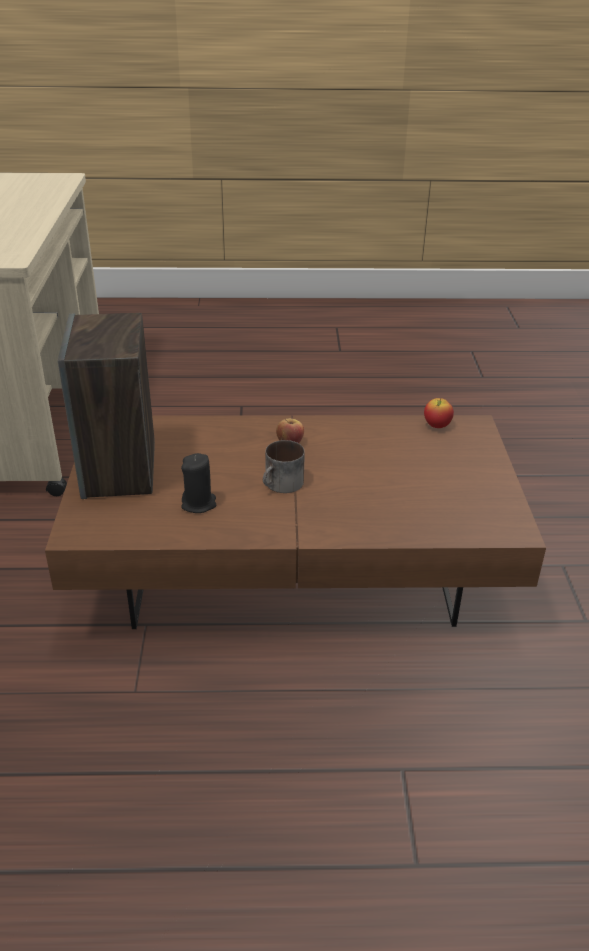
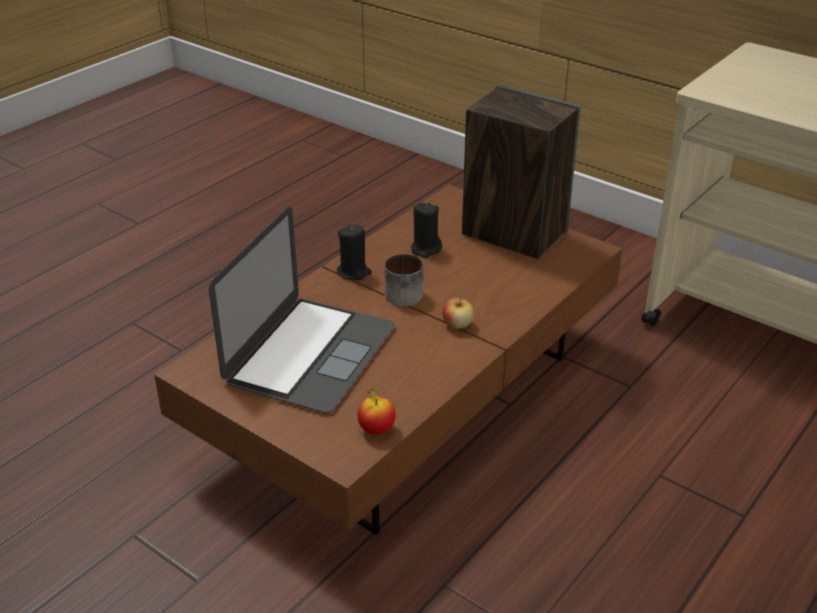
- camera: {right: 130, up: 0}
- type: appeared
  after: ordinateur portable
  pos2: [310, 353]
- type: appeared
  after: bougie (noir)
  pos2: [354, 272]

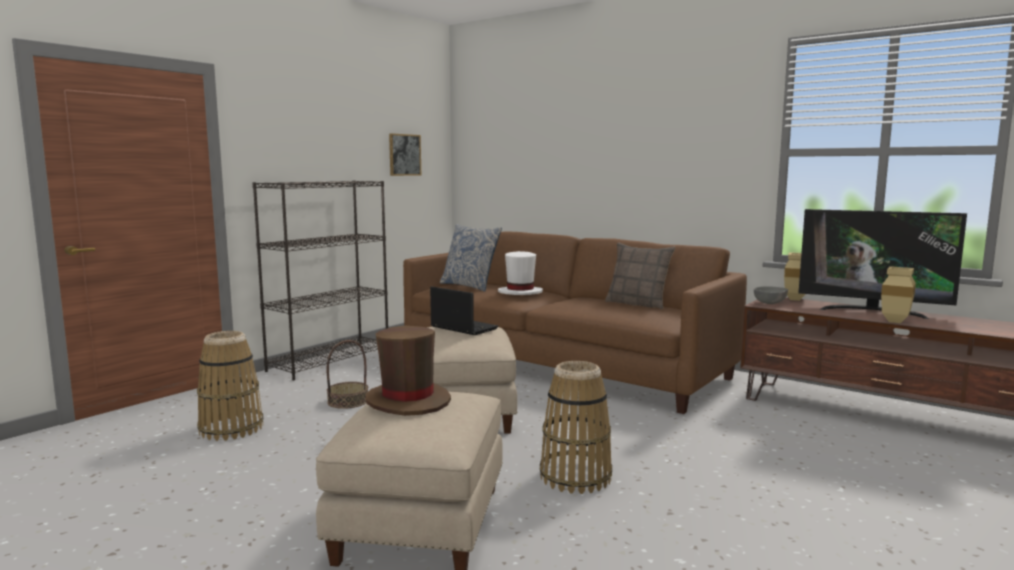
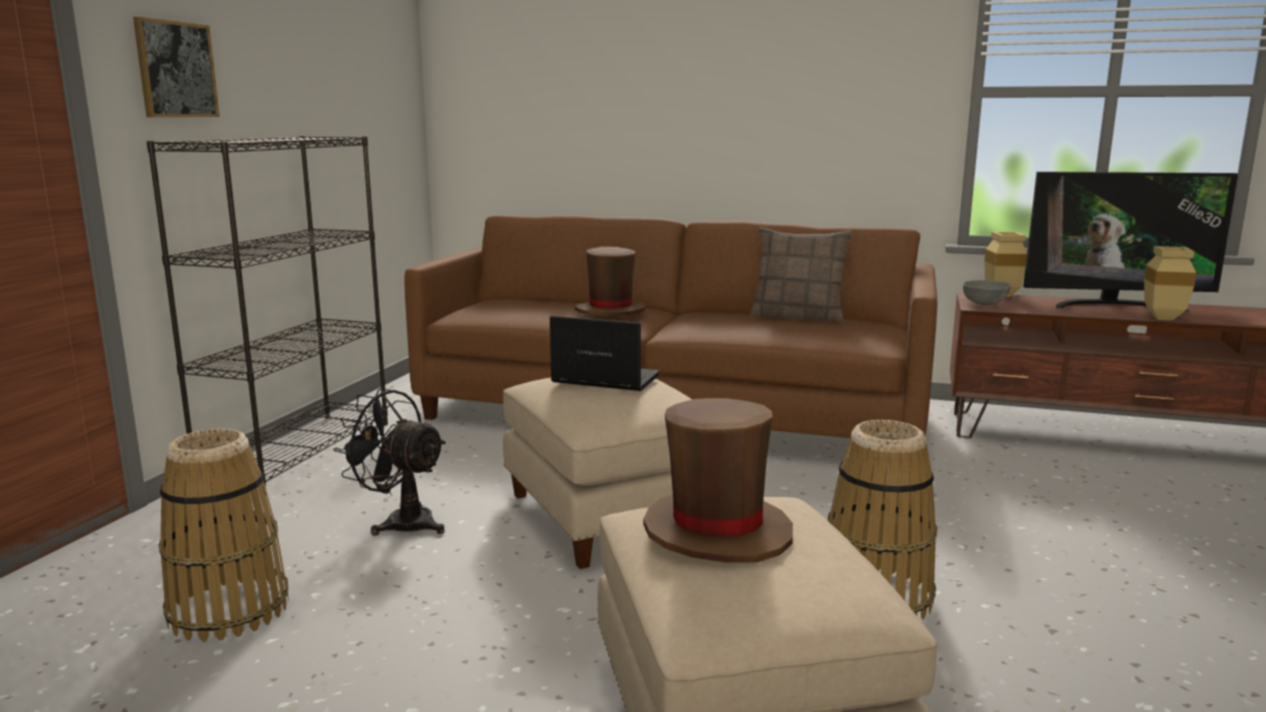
- camera: {right: -20, up: 5}
- type: exchanged
  before: panier
  after: ventilateur (noir)
  pos1: [348, 401]
  pos2: [401, 522]
- type: relocated
  before: tableau
  pos1: [404, 155]
  pos2: [176, 69]
- type: missing
  before: coussin
  pos1: [470, 286]
- type: colour
  before: chapeau (blanc)
  after: chapeau (marron)
  pos1: [520, 292]
  pos2: [610, 311]

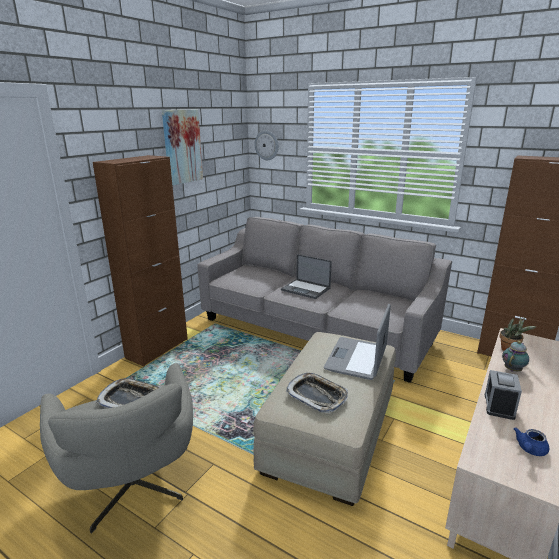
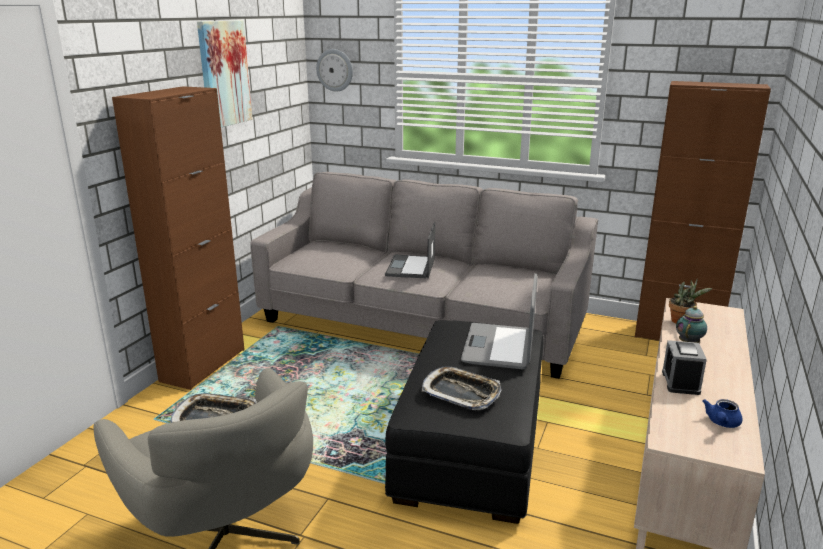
- camera: {right: -10, up: 0}
- type: colour
  before: pouf (beige)
  after: pouf (noir)
  pos1: [331, 430]
  pos2: [472, 443]
- type: spun
  before: ordinateur portable
  pos1: [306, 289]
  pos2: [411, 267]
  turn: 75

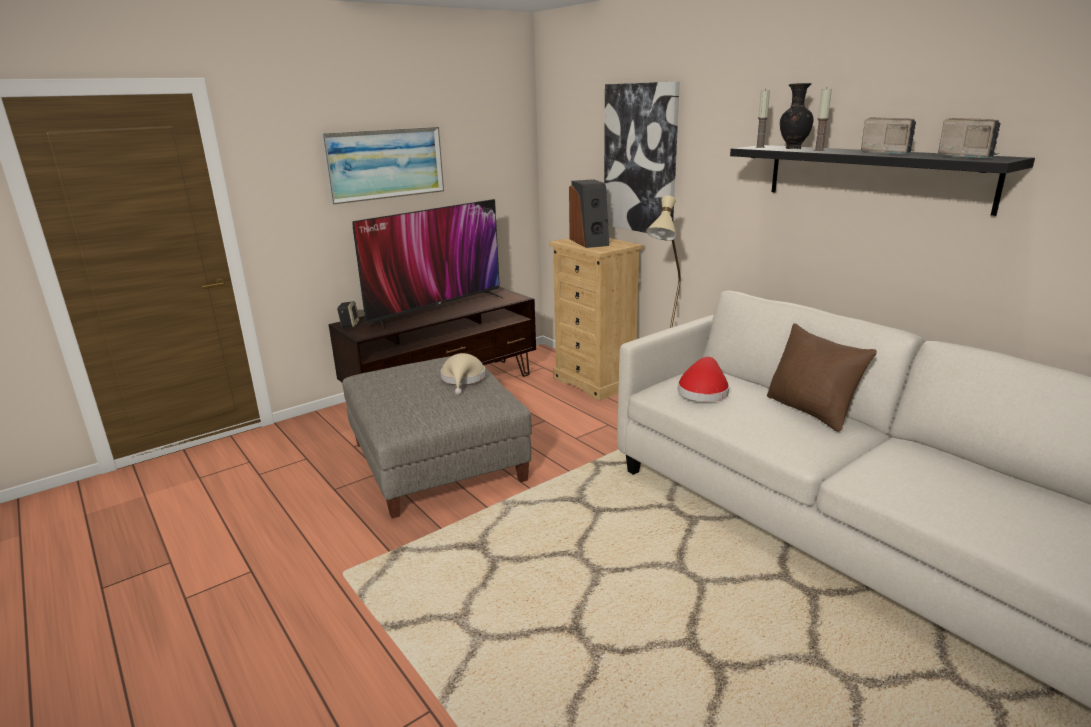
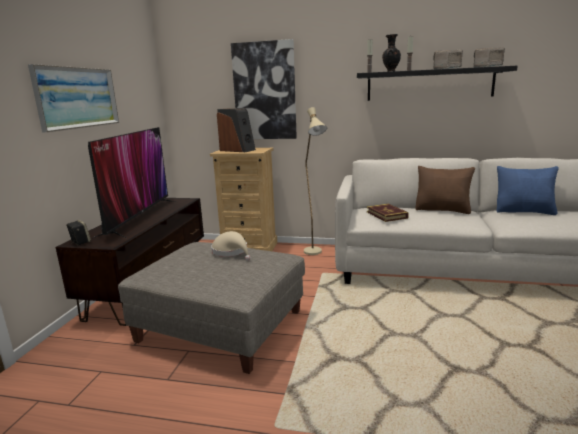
- camera: {right: -40, up: -5}
- type: exchanged
  before: chapeau (rouge)
  after: livre
  pos1: [703, 391]
  pos2: [386, 215]
- type: appeared
  after: coussin (bleu)
  pos2: [524, 211]

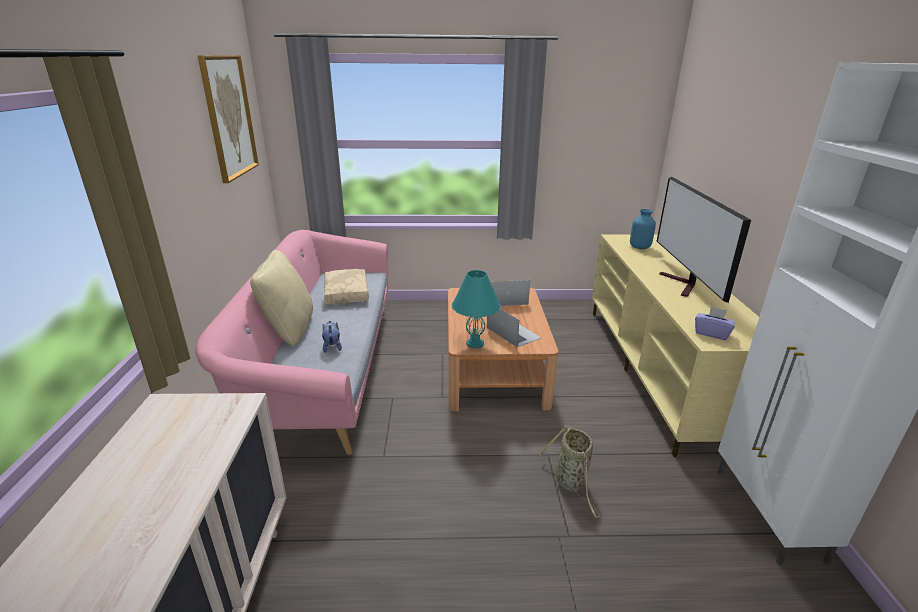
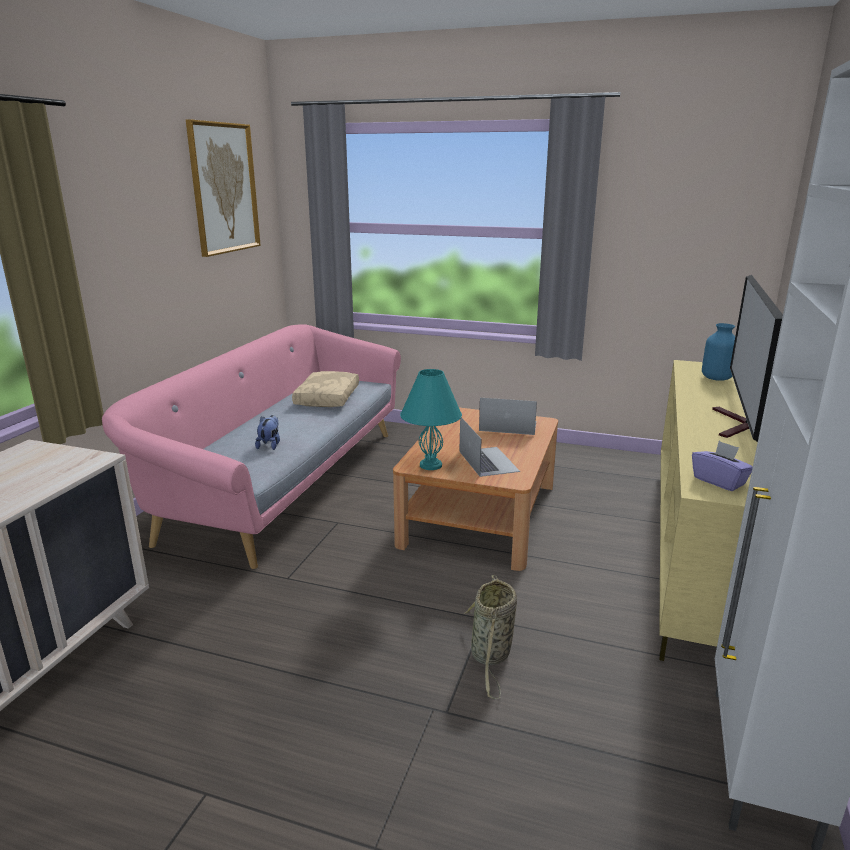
- camera: {right: 20, up: -5}
- type: missing
  before: coussin (beige)
  pos1: [289, 329]

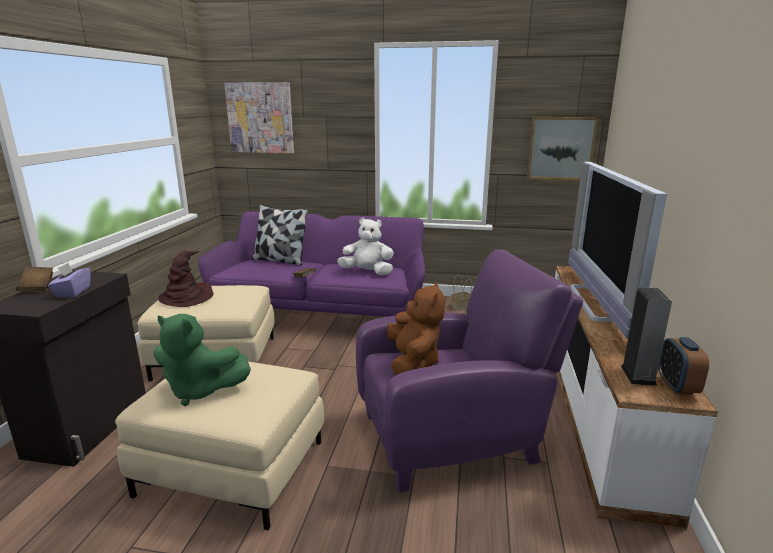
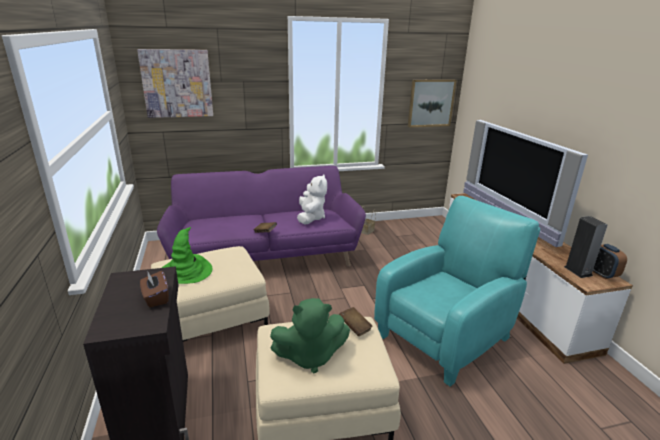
- camera: {right: -25, up: 5}
- type: relocated
  before: livre (marron)
  pos1: [38, 288]
  pos2: [355, 328]
- type: colour
  before: boîte à mouchoirs (violet)
  after: boîte à mouchoirs (marron)
  pos1: [72, 292]
  pos2: [156, 298]
- type: colour
  before: chapeau (marron)
  after: chapeau (vert)
  pos1: [187, 297]
  pos2: [186, 271]
- type: missing
  before: coussin
  pos1: [280, 260]
- type: spun
  before: peluche (blanc)
  pos1: [367, 272]
  pos2: [311, 218]
  turn: 105
- type: colour
  before: fauteuil (violet)
  after: fauteuil (turquoise)
  pos1: [454, 436]
  pos2: [447, 335]
- type: missing
  before: peluche (marron)
  pos1: [413, 363]

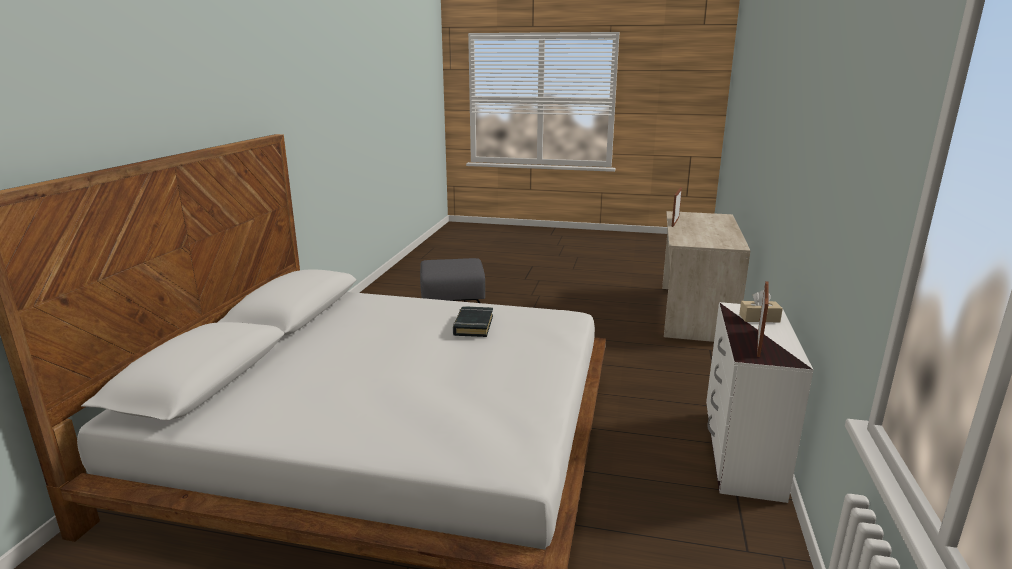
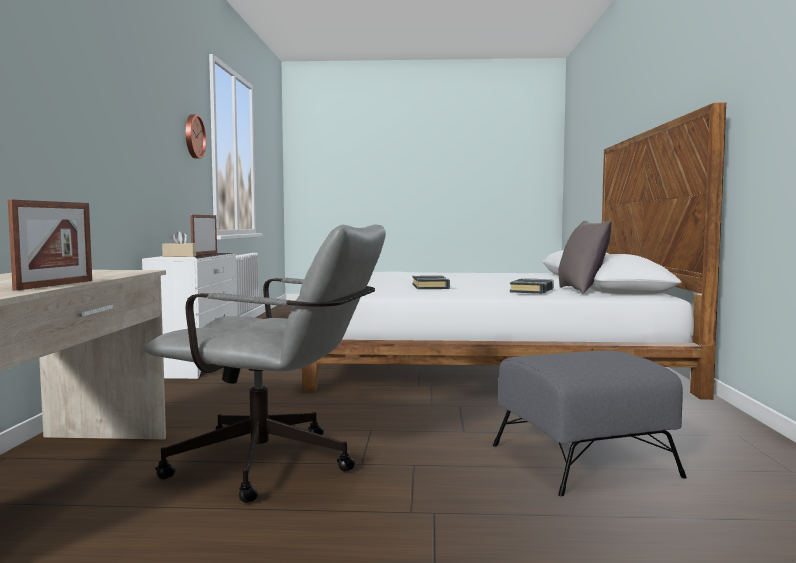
- camera: {right: 170, up: -15}
- type: appeared
  after: chaise de bureau (gris)
  pos2: [277, 466]
- type: appeared
  after: horloge murale
  pos2: [193, 136]
- type: appeared
  after: livre (noir)
  pos2: [532, 290]
- type: appeared
  after: coussin (gris)
  pos2: [582, 291]

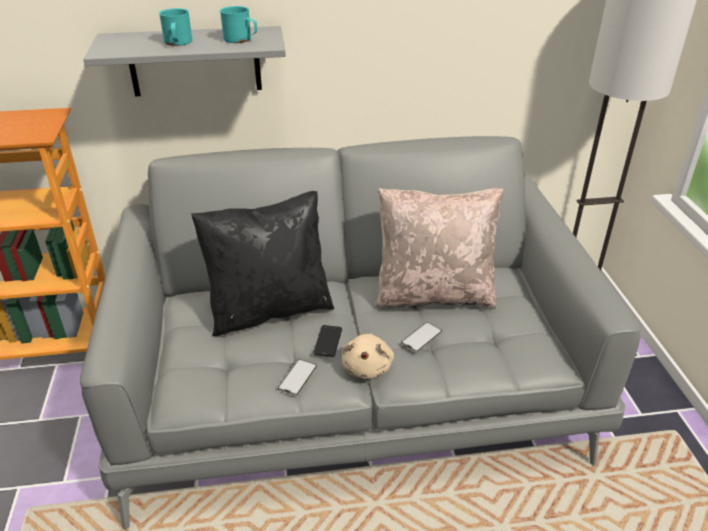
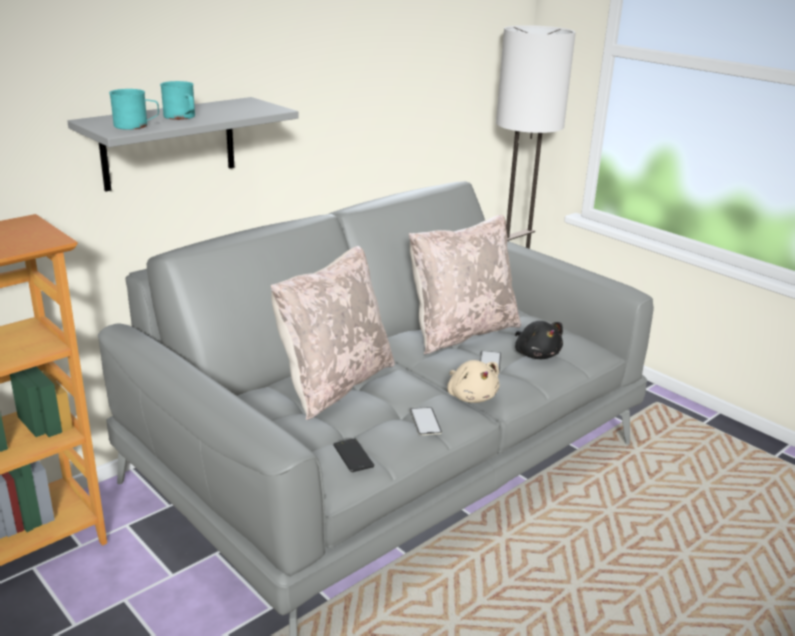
- camera: {right: -35, up: -10}
- type: colour
  before: coussin (noir)
  after: coussin (beige)
  pos1: [269, 309]
  pos2: [334, 384]
- type: relocated
  before: mug (turquoise)
  pos1: [241, 39]
  pos2: [136, 126]
- type: relocated
  before: téléphone
  pos1: [328, 341]
  pos2: [353, 456]
- type: appeared
  after: peluche (noir)
  pos2: [536, 354]

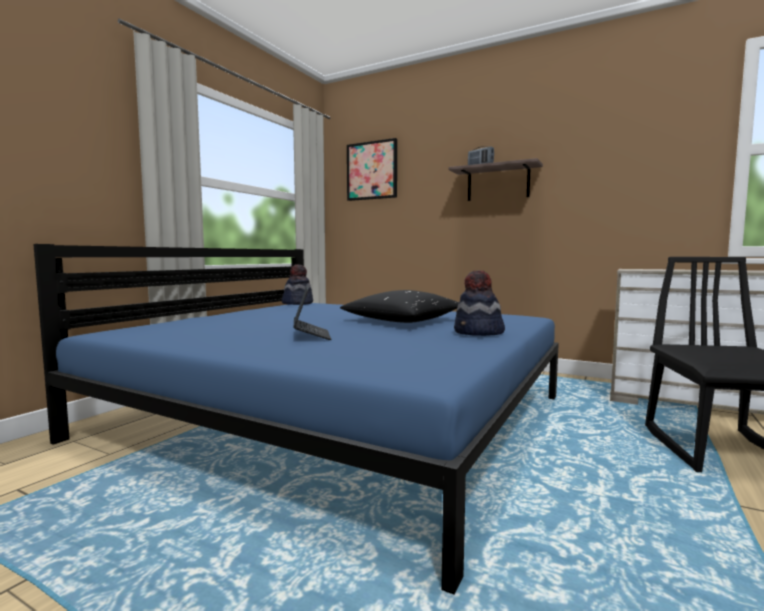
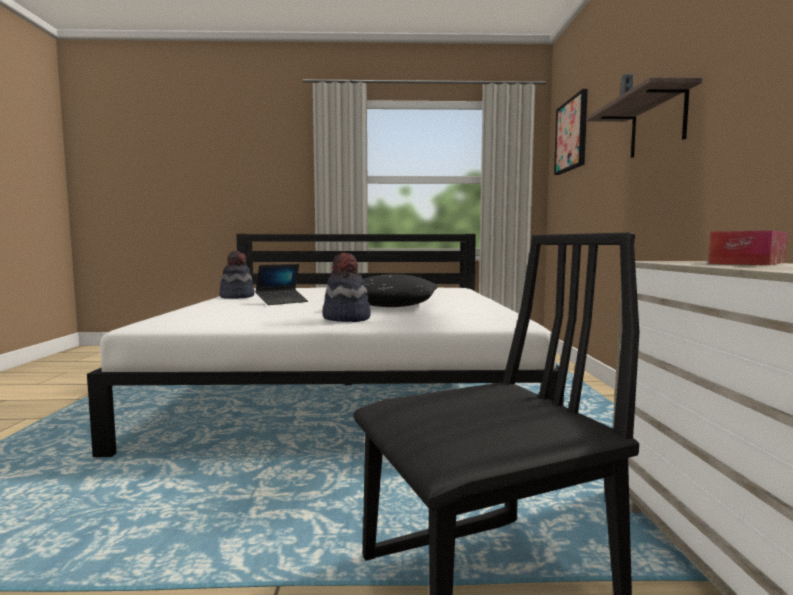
- camera: {right: 60, up: 0}
- type: colour
  before: lit (bleu)
  after: lit (blanc)
  pos1: [338, 416]
  pos2: [349, 384]
- type: relocated
  before: chapeau
  pos1: [297, 303]
  pos2: [237, 297]
- type: appeared
  after: boîte à mouchoirs
  pos2: [747, 263]

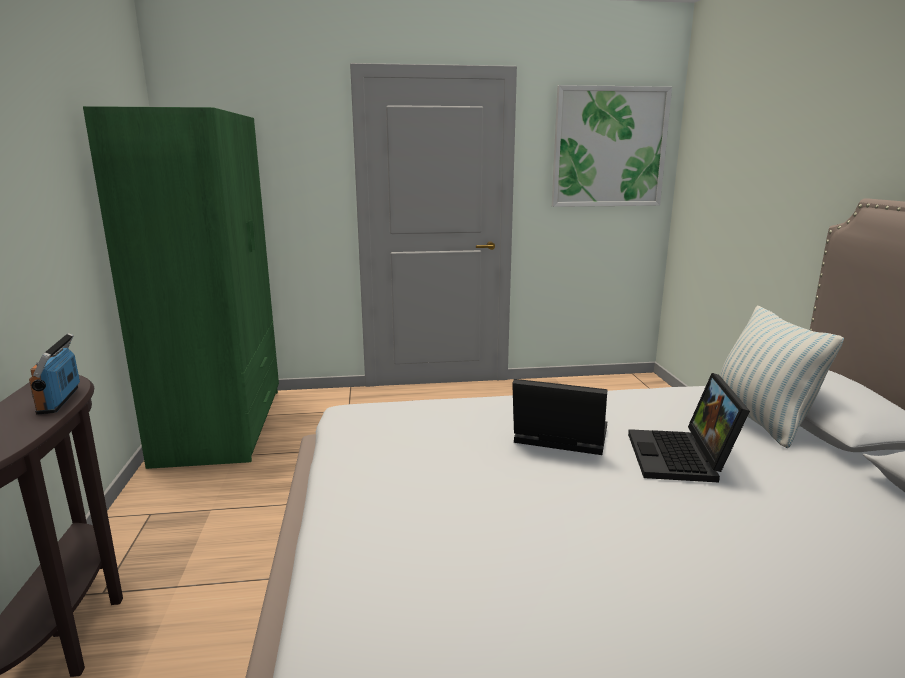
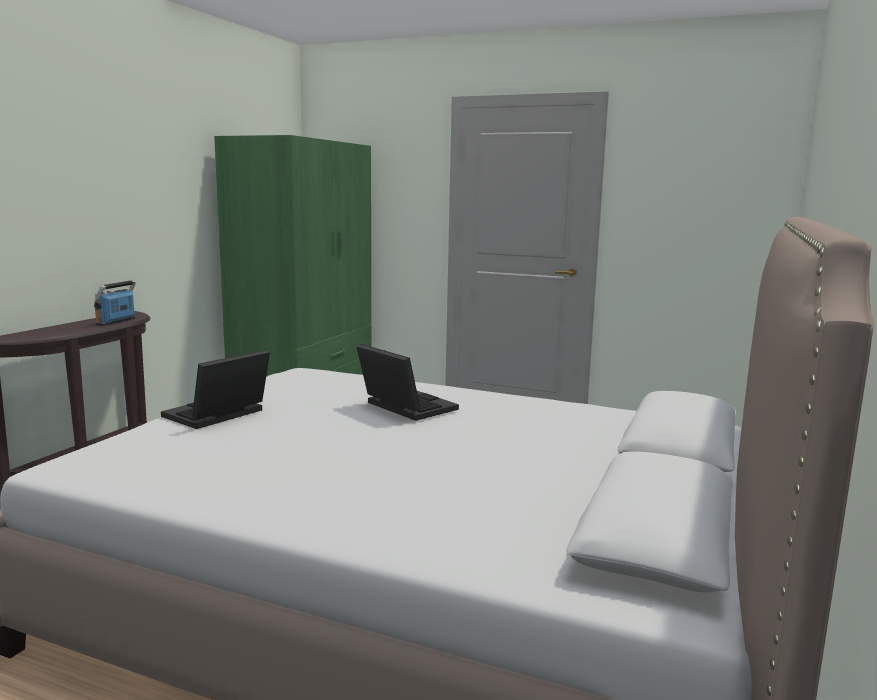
- camera: {right: 30, up: -5}
- type: missing
  before: tableau
  pos1: [609, 147]
- type: relocated
  before: ordinateur portable
  pos1: [682, 458]
  pos2: [216, 416]
- type: missing
  before: coussin
  pos1: [761, 421]

